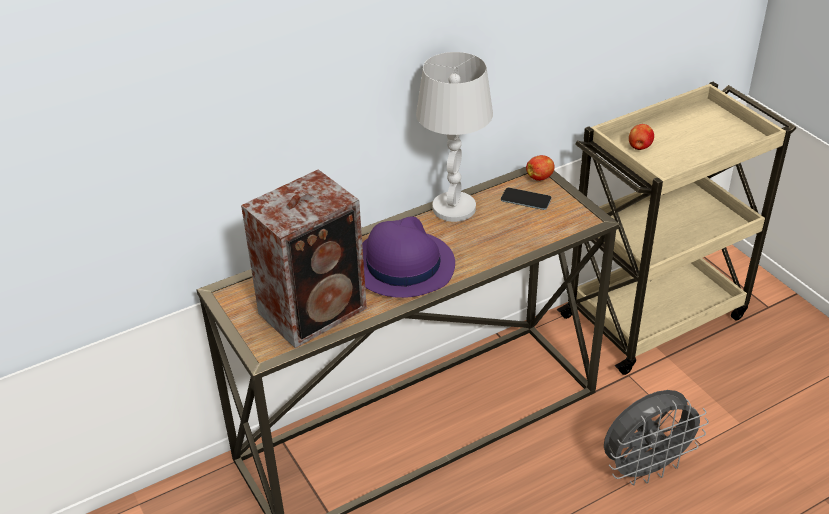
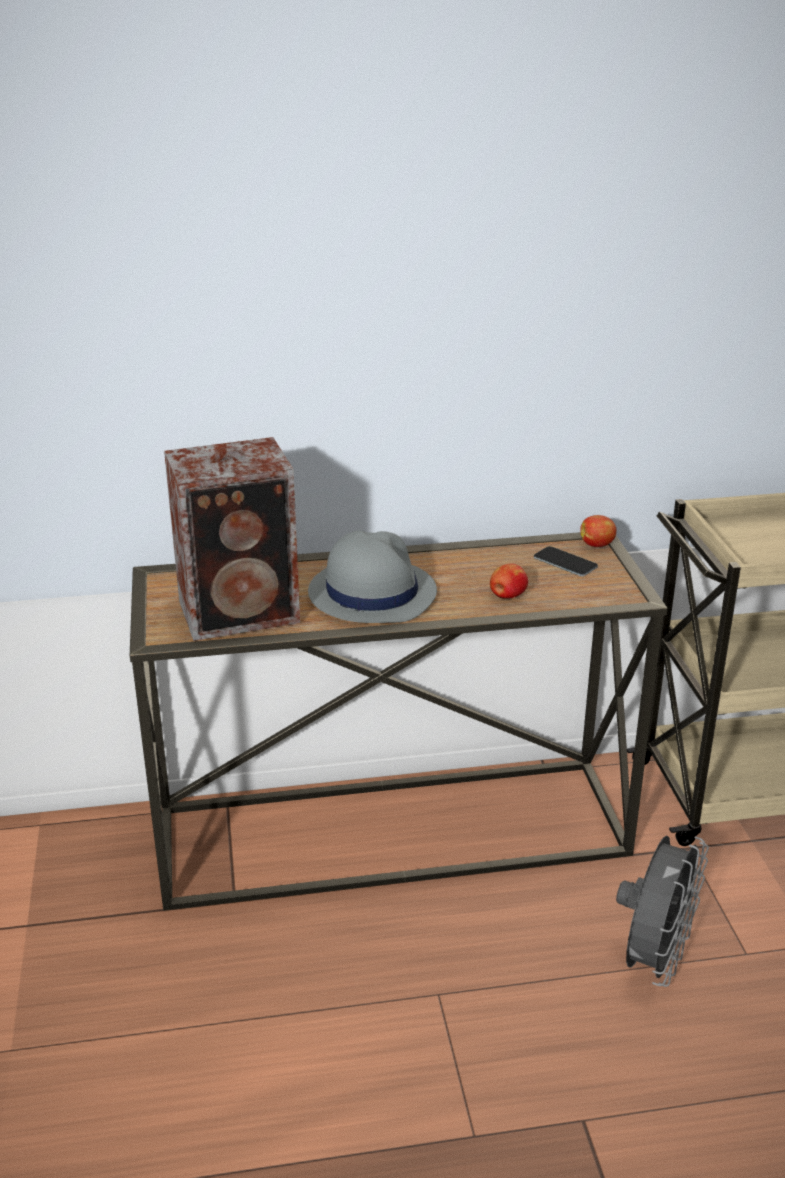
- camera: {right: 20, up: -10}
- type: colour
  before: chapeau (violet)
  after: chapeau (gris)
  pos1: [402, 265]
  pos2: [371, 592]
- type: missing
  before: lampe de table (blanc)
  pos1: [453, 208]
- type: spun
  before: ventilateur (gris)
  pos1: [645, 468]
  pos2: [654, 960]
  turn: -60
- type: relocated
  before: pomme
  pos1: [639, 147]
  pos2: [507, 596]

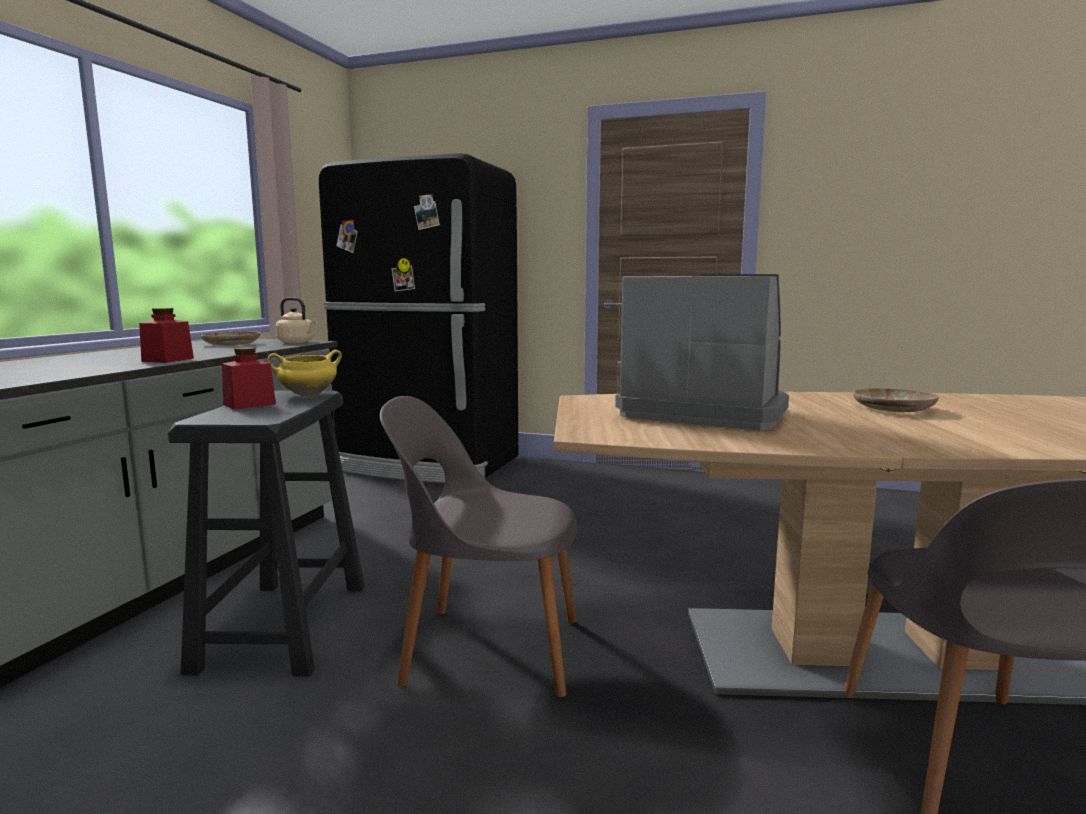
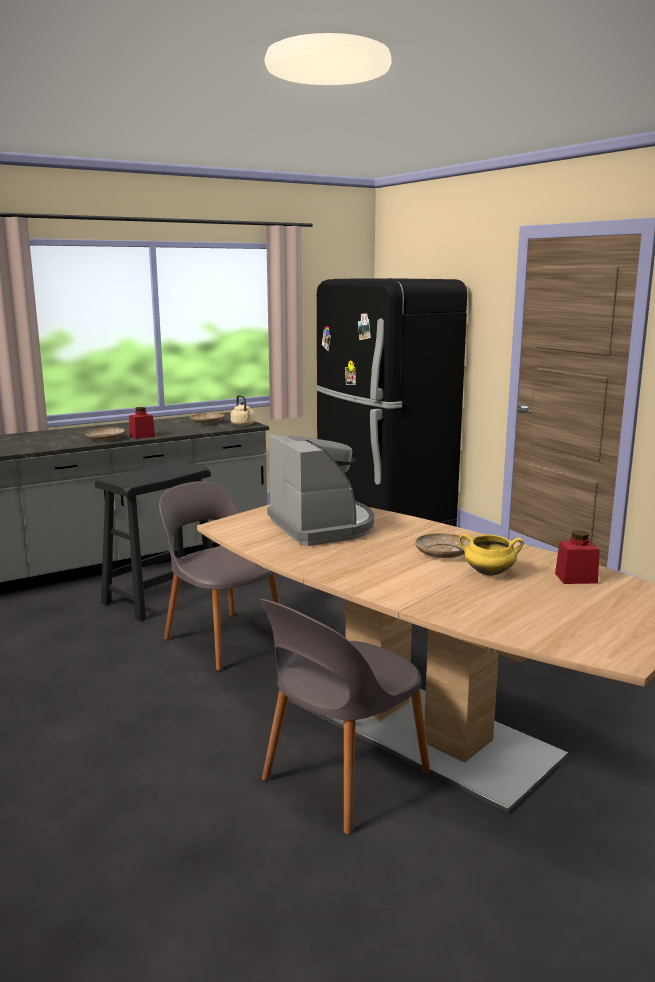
- camera: {right: 40, up: 5}
- type: relocated
  before: bocal (rouge)
  pos1: [249, 404]
  pos2: [576, 578]
- type: relocated
  before: marmite (jaune)
  pos1: [307, 394]
  pos2: [488, 573]
- type: appeared
  after: assiette (beige)
  pos2: [105, 438]

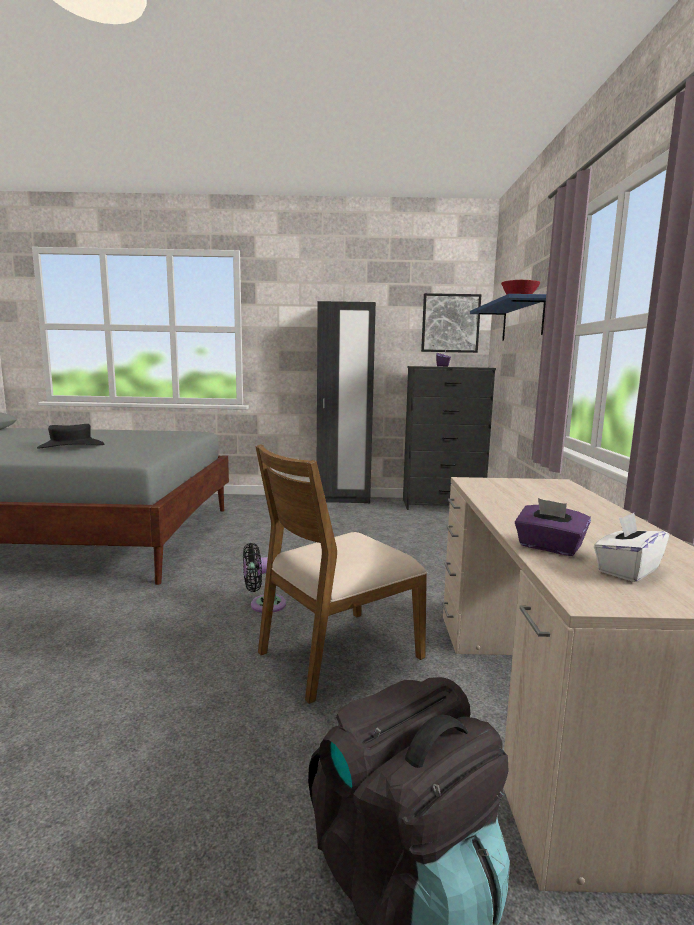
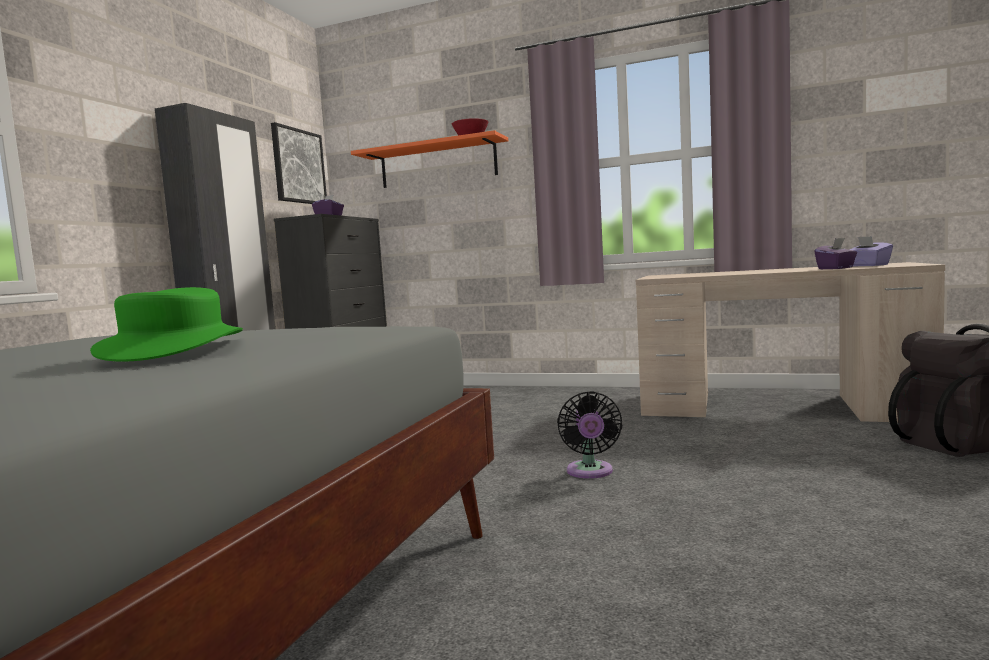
- camera: {right: -70, up: -5}
- type: colour
  before: chapeau (noir)
  after: chapeau (vert)
  pos1: [71, 446]
  pos2: [175, 348]
- type: missing
  before: chaise (marron)
  pos1: [338, 653]
- type: colour
  before: étagère (bleu)
  after: étagère (orange)
  pos1: [522, 321]
  pos2: [437, 164]
- type: colour
  before: boîte à mouchoirs (blanc)
  after: boîte à mouchoirs (violet)
  pos1: [627, 570]
  pos2: [867, 265]

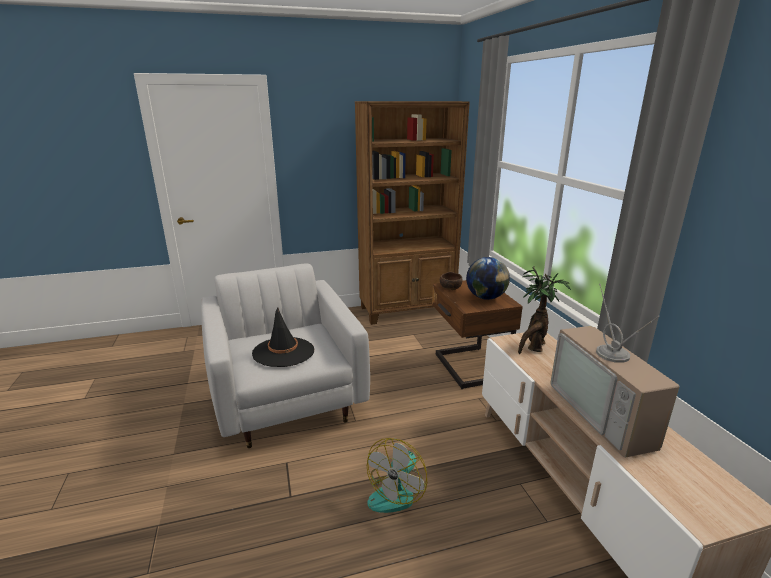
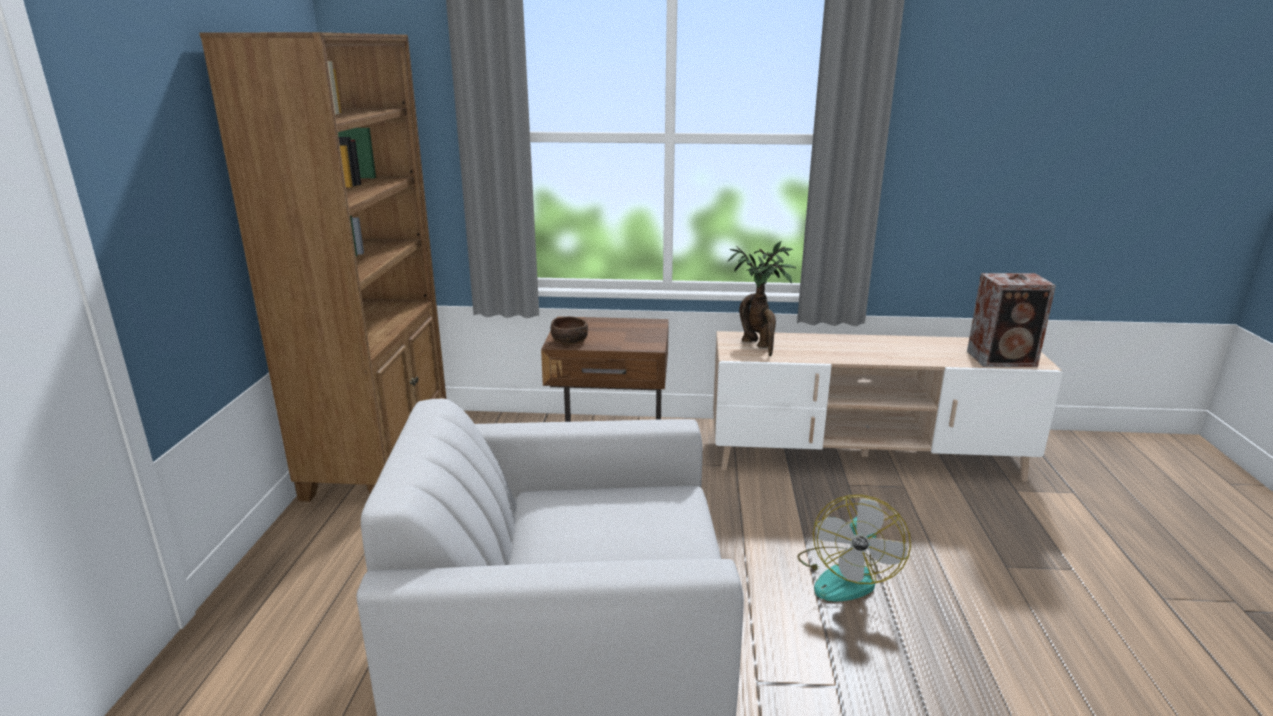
- camera: {right: -70, up: 0}
- type: missing
  before: chapeau (noir)
  pos1: [283, 352]
- type: spun
  before: ventilateur
  pos1: [397, 492]
  pos2: [846, 576]
  turn: 60
- type: missing
  before: globe
  pos1: [485, 297]
- type: missing
  before: téléviseur
  pos1: [607, 414]
- type: appeared
  after: enceinte
  pos2: [1003, 359]

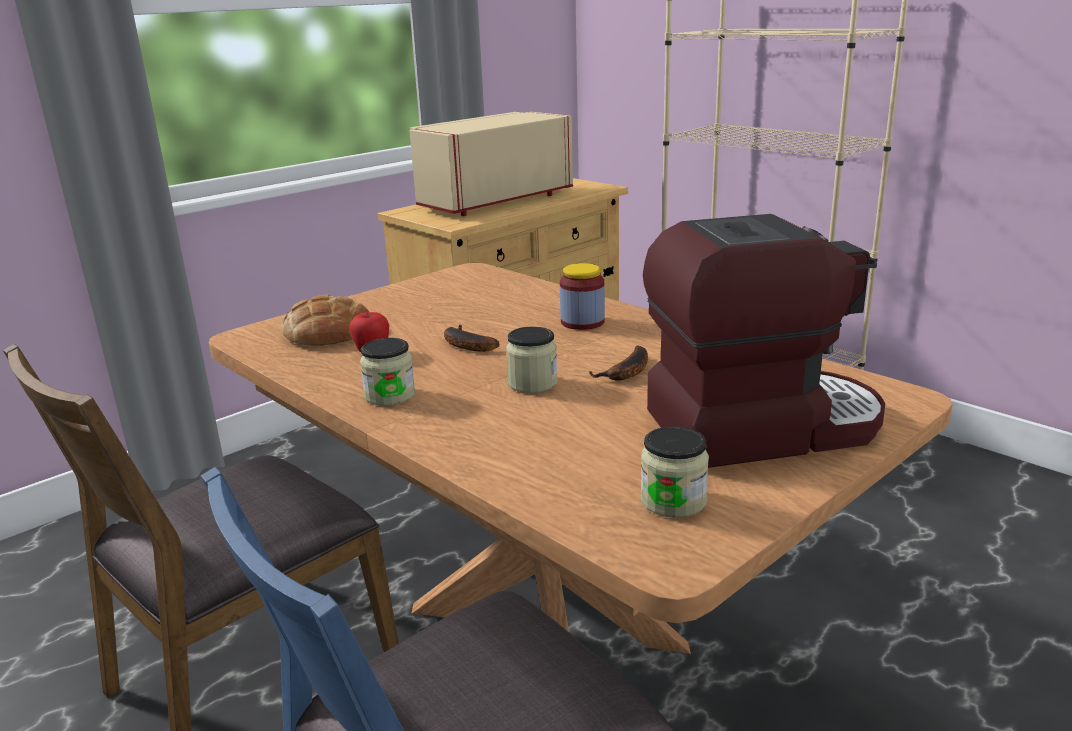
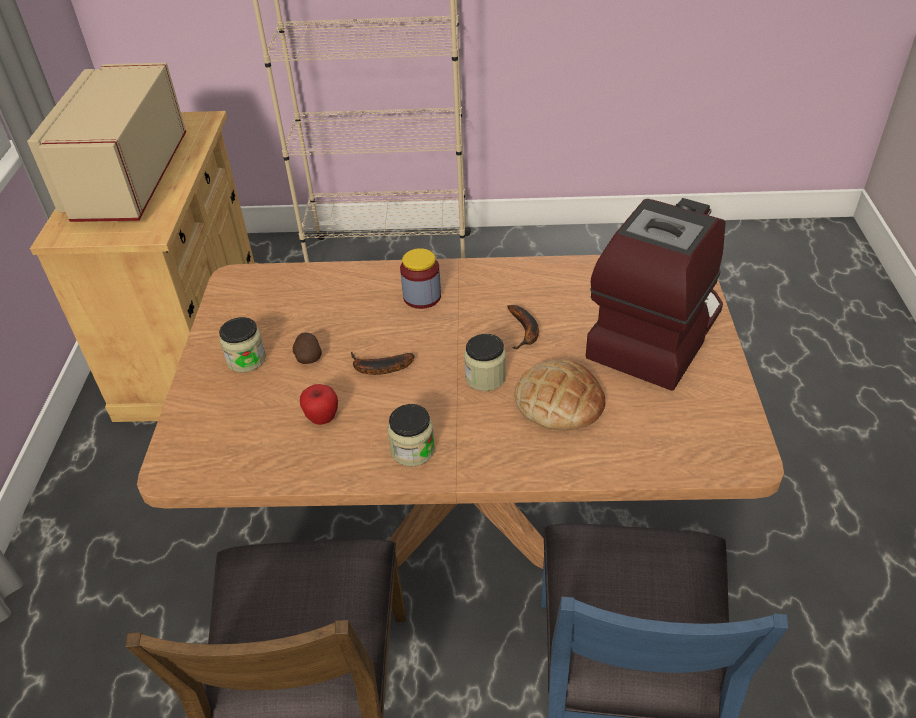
- camera: {right: -45, up: 20}
- type: relocated
  before: pain
  pos1: [327, 332]
  pos2: [559, 401]
- type: relocated
  before: bocal
  pos1: [673, 501]
  pos2: [246, 359]
- type: appeared
  after: pomme de terre
  pos2: [308, 357]

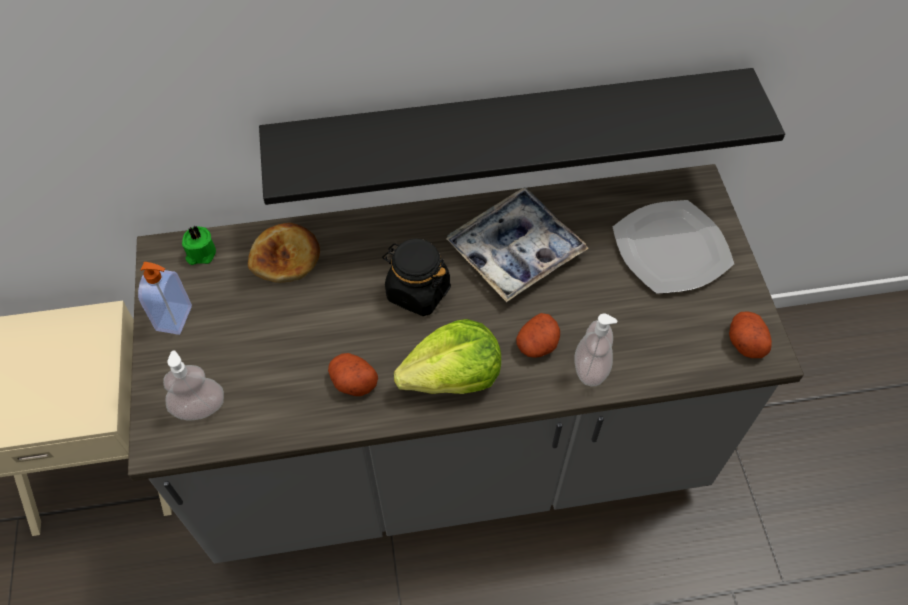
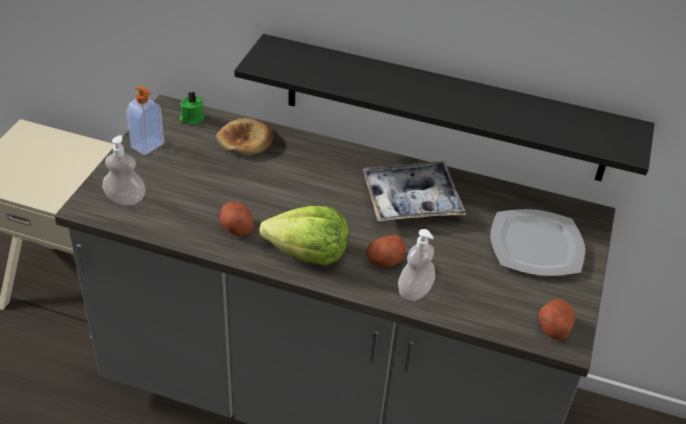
- camera: {right: 25, up: -15}
- type: missing
  before: bocal (noir)
  pos1: [417, 292]

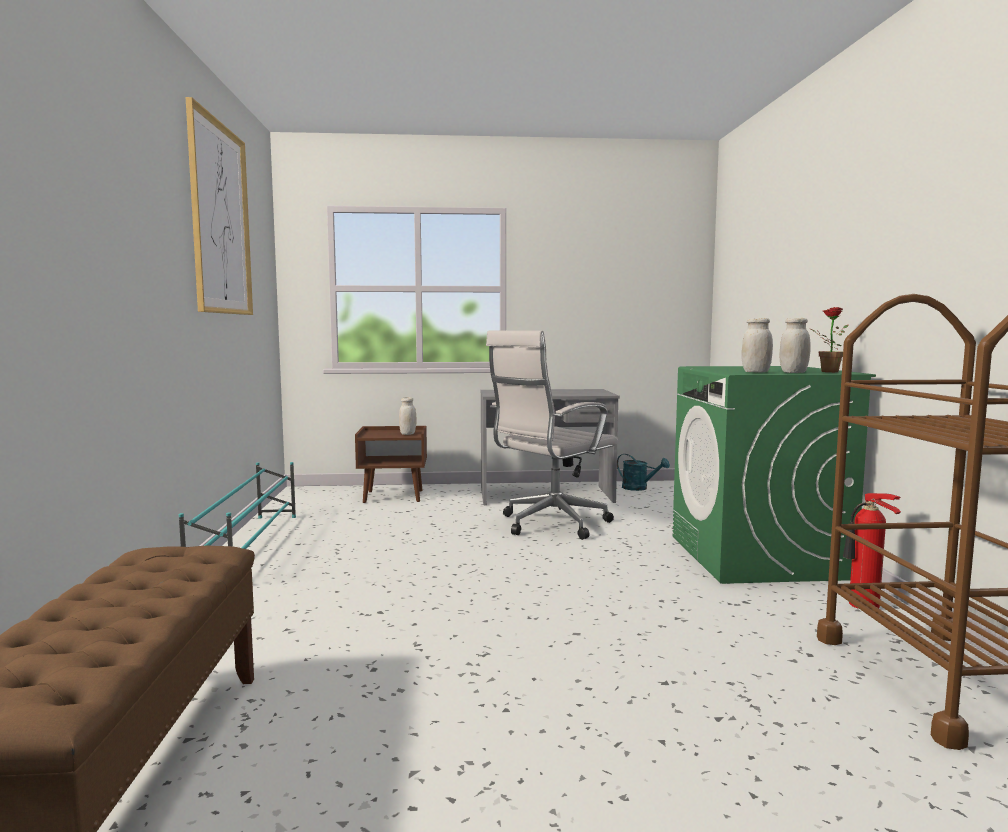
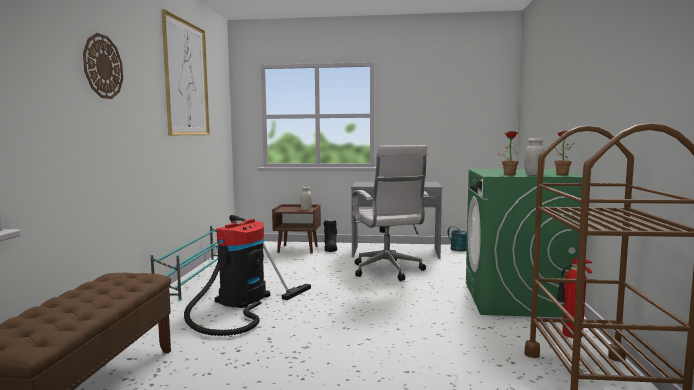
- camera: {right: 10, up: 0}
- type: spun
  before: chaise de bureau (blanc)
  pos1: [550, 524]
  pos2: [388, 271]
  turn: -75
- type: exchanged
  before: bocal (blanc)
  after: plante en pot
  pos1: [756, 372]
  pos2: [508, 174]
- type: appeared
  after: horloge murale
  pos2: [103, 66]
- type: appeared
  after: aspirateur
  pos2: [240, 301]
- type: appeared
  after: botte (noir)
  pos2: [330, 248]

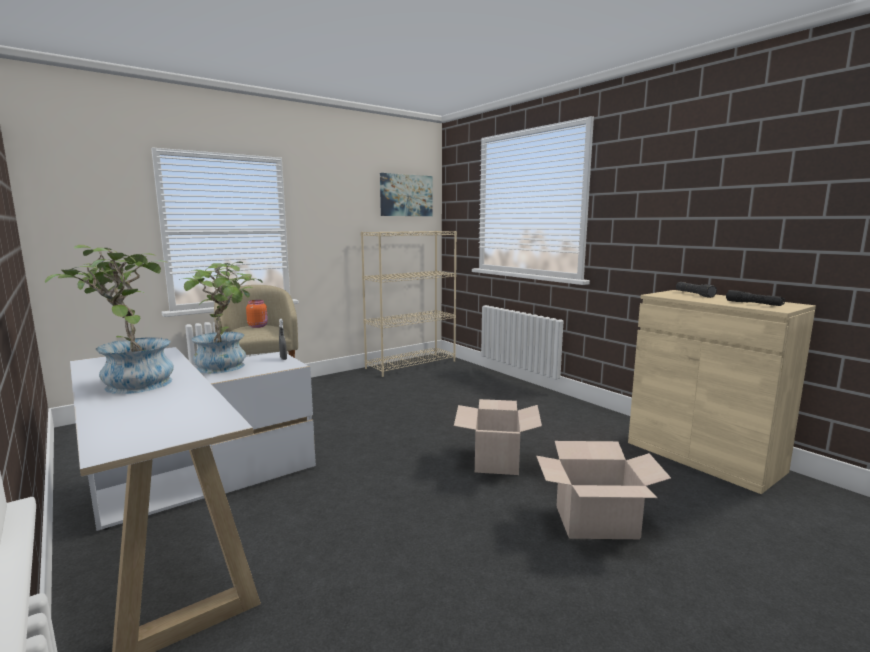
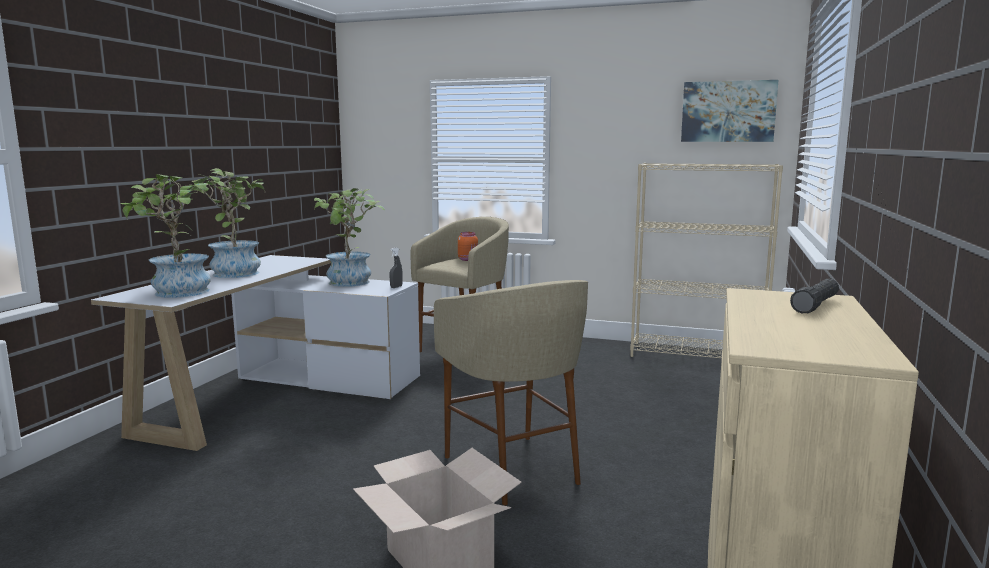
- camera: {right: 55, up: 0}
- type: exchanged
  before: carton
  after: tabouret (beige)
  pos1: [497, 460]
  pos2: [513, 469]
- type: missing
  before: lampe de poche (noir)
  pos1: [753, 304]
- type: appeared
  after: plante en pot
  pos2: [176, 293]

